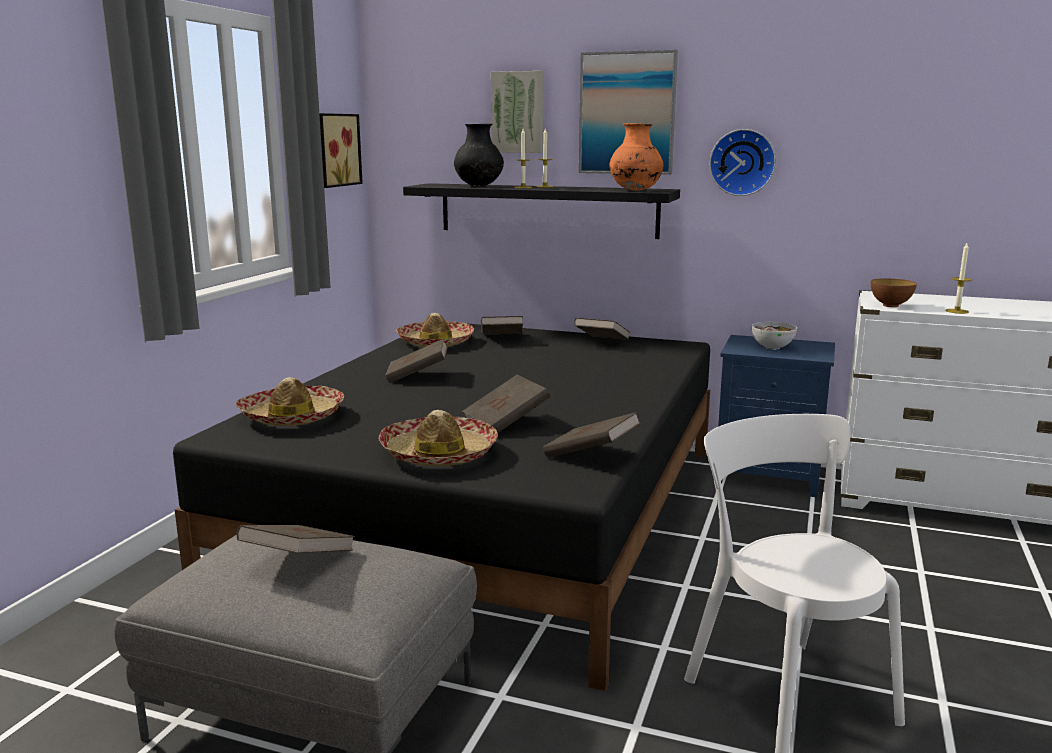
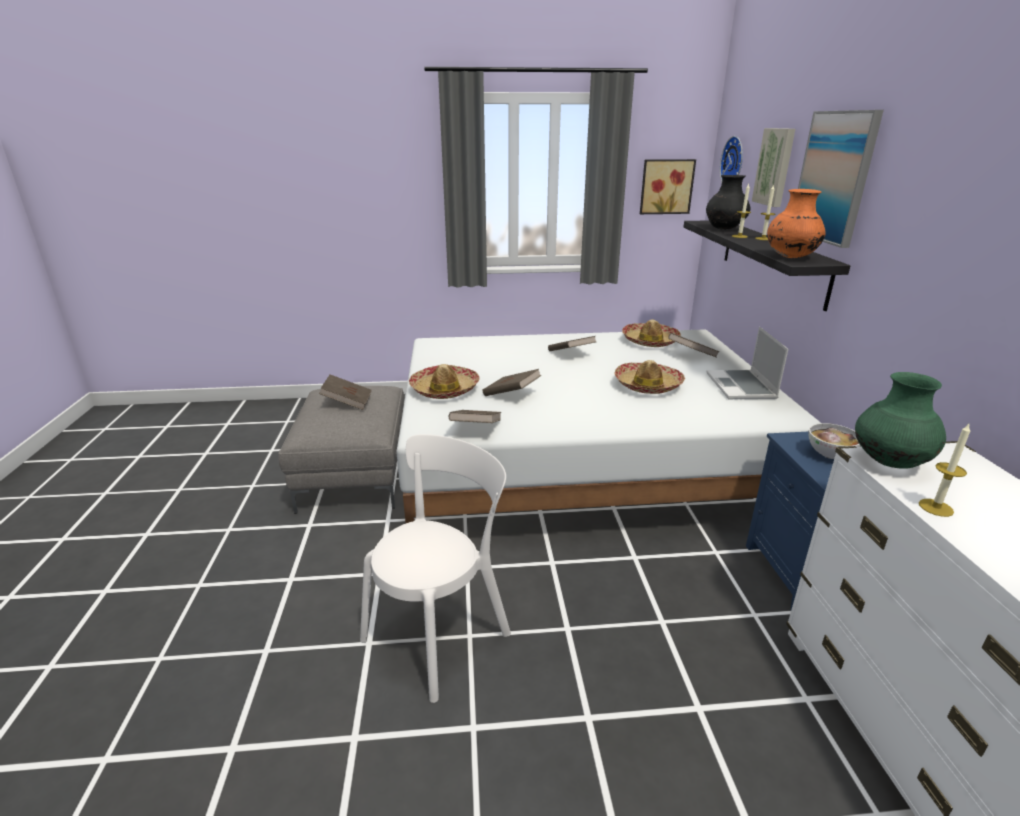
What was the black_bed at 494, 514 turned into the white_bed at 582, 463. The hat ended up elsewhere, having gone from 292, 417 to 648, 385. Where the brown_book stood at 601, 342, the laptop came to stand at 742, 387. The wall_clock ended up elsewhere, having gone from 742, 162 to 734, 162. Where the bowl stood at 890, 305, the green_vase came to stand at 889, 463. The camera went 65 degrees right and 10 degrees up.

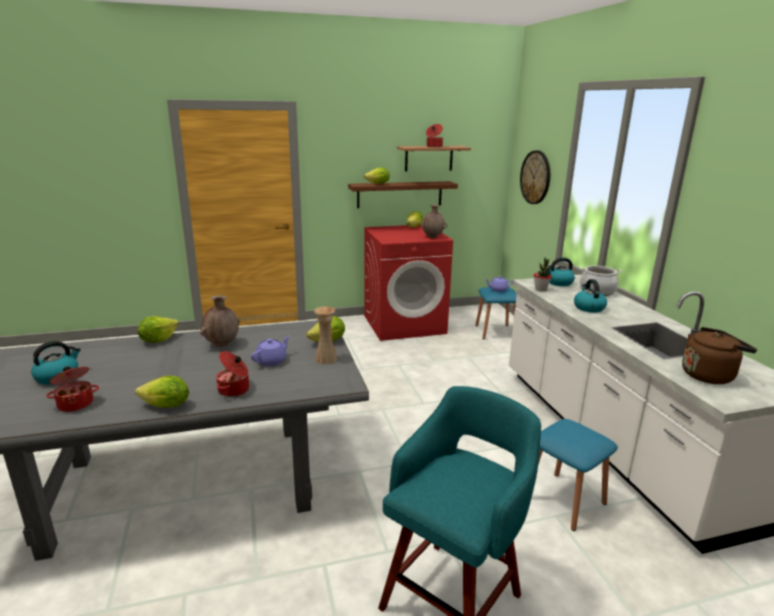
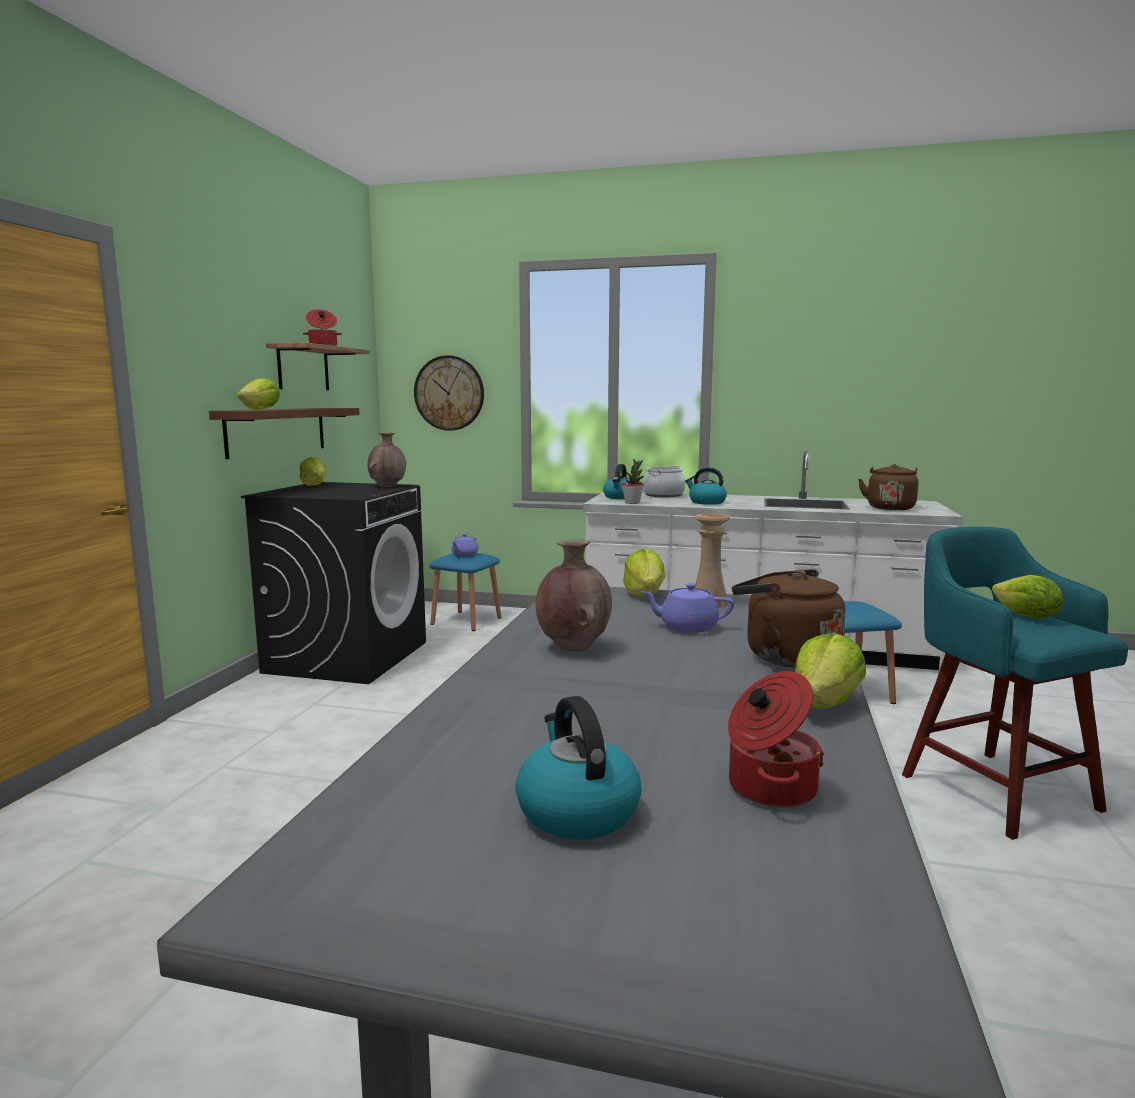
The lettuce ended up elsewhere, having gone from 158, 340 to 1026, 617. Where the cooking_pot stood at 234, 390, the brown_kettle came to stand at 785, 656. The purple_teapot at 271, 361 ended up facing another way, 60 degrees counterclockwise from before. What was the red_washing_machine at 404, 324 turned into the black_washing_machine at 347, 657. The camera went 60 degrees left and 10 degrees down.

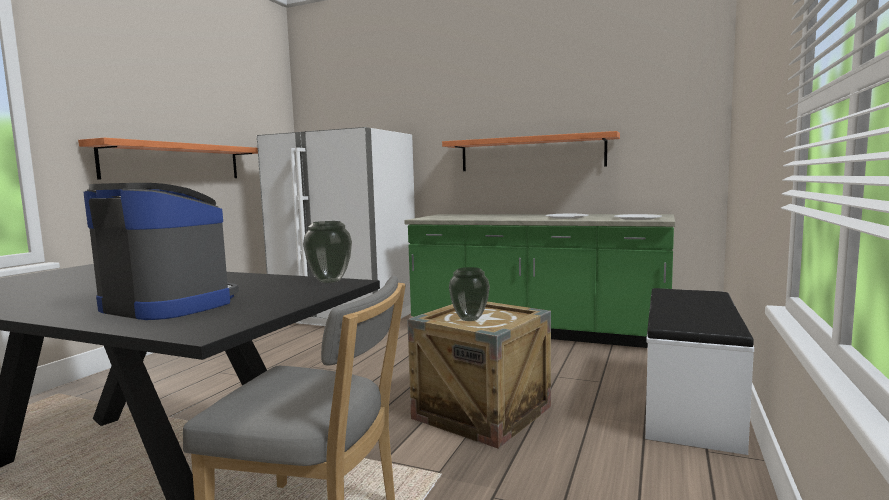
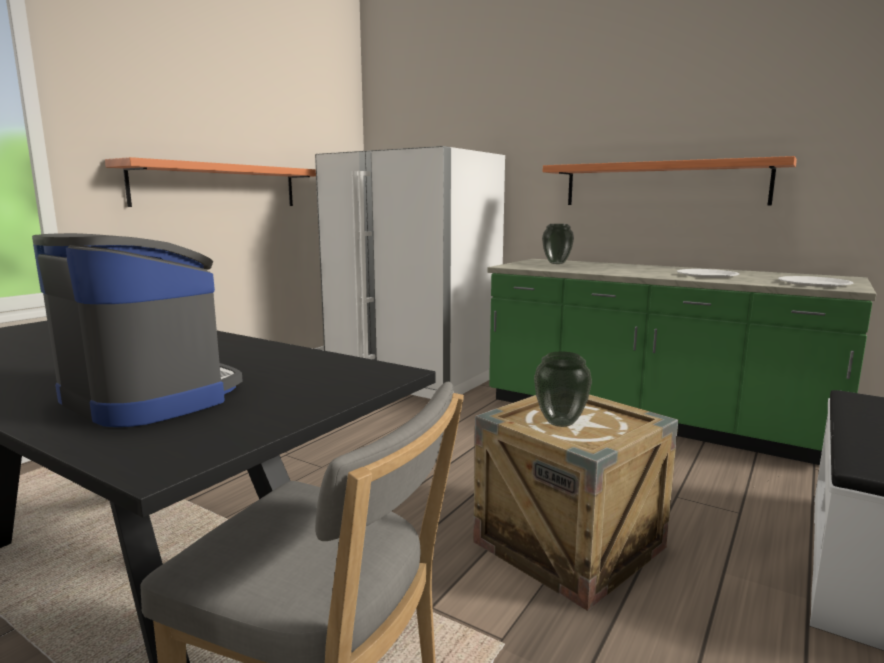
The vase ended up elsewhere, having gone from 330, 281 to 557, 263. The camera went 10 degrees right and 5 degrees up.

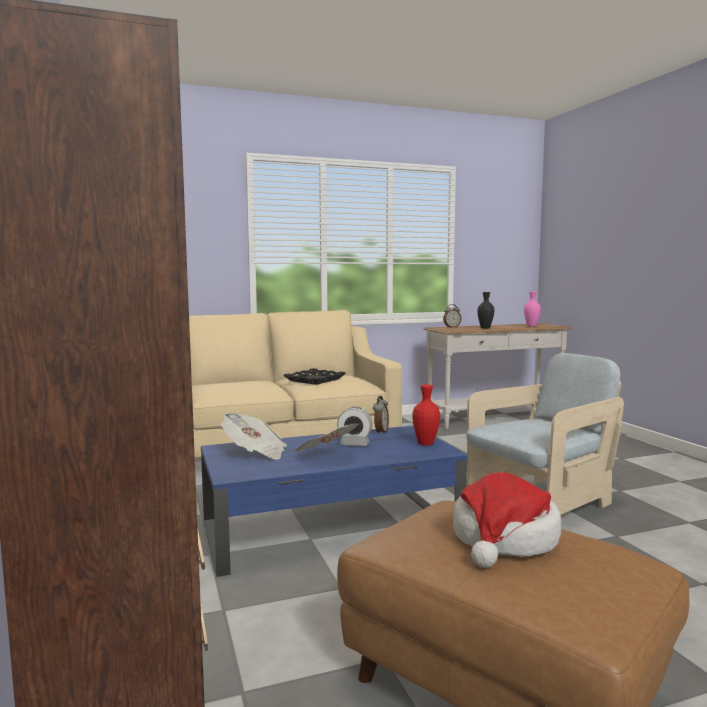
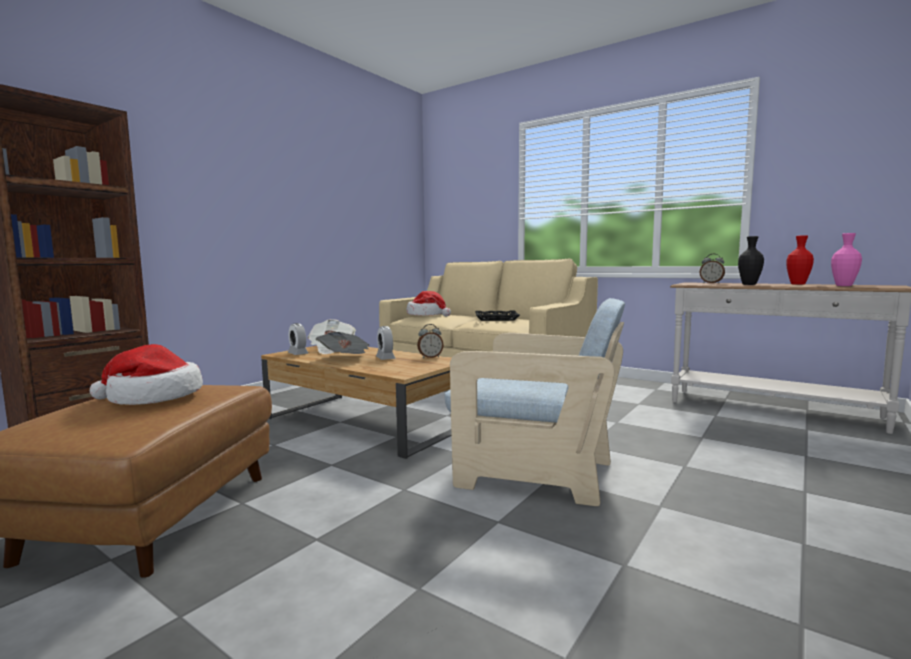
What was the blue_coffee_table at 332, 527 turned into the brown_coffee_table at 365, 422. The red_vase ended up elsewhere, having gone from 425, 443 to 797, 284. The second view gained the alarm_clock at 298, 353. The second view gained the hat at 427, 315. The camera went 55 degrees right and 0 degrees up.

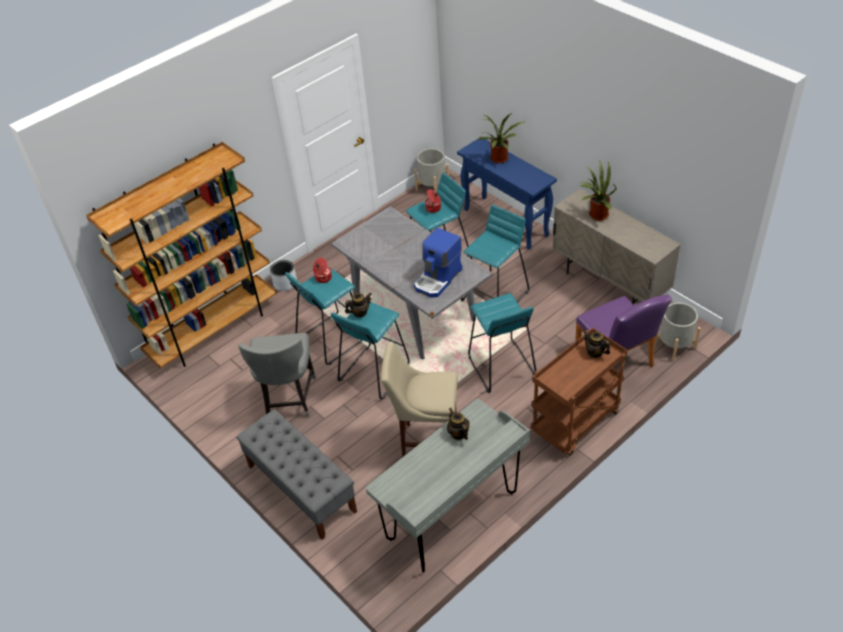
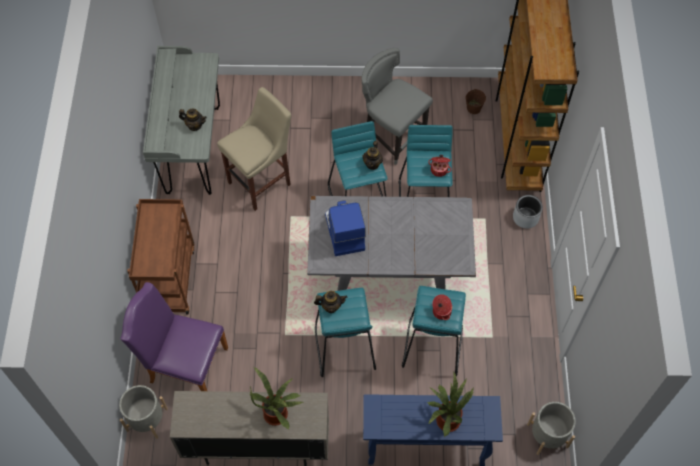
The second view lost the grey_bench at 301, 488. The second view lost the turquoise_stool at 501, 367. The teapot ended up elsewhere, having gone from 595, 352 to 331, 306. The second view gained the brown_bucket at 474, 108. The camera went 130 degrees right and 15 degrees up.

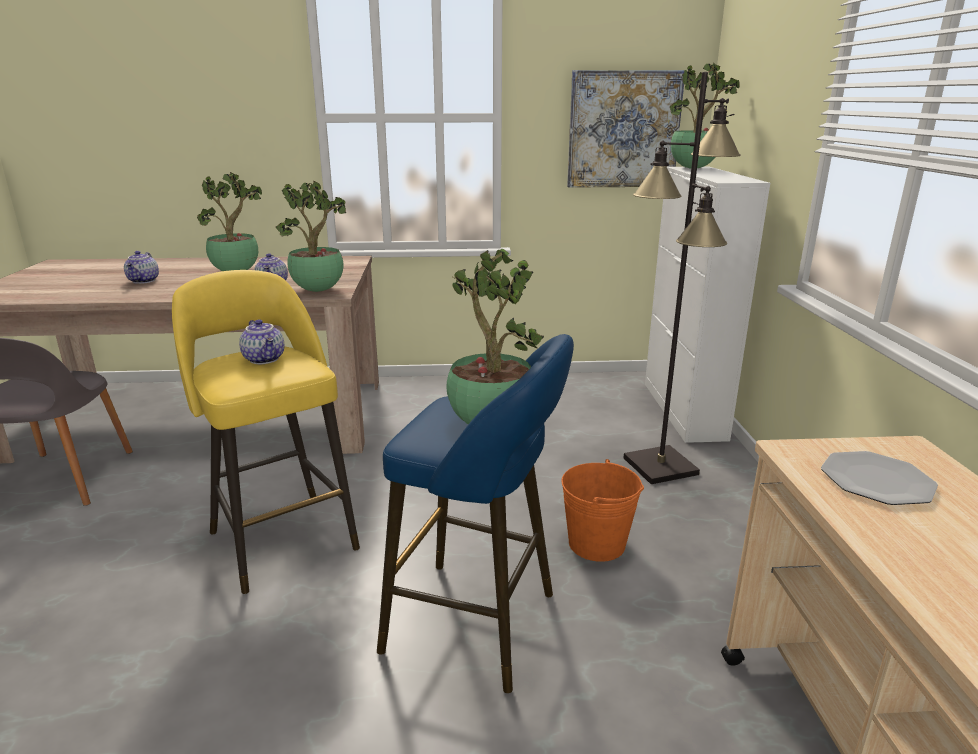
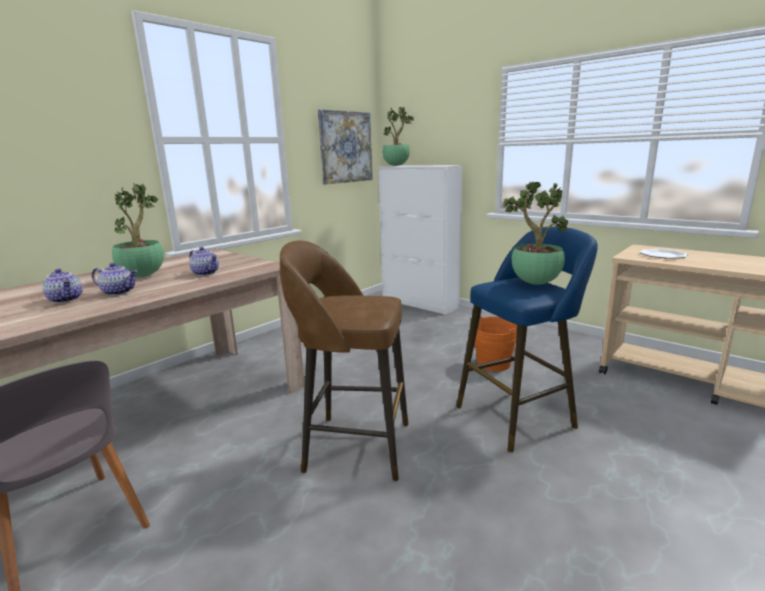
What was the yellow_stool at 282, 538 turned into the brown_stool at 354, 446. The teapot ended up elsewhere, having gone from 265, 359 to 119, 292. The second view lost the potted_plant at 319, 290. The second view lost the black_floor_lamp at 661, 466. The camera went 45 degrees left and 5 degrees down.

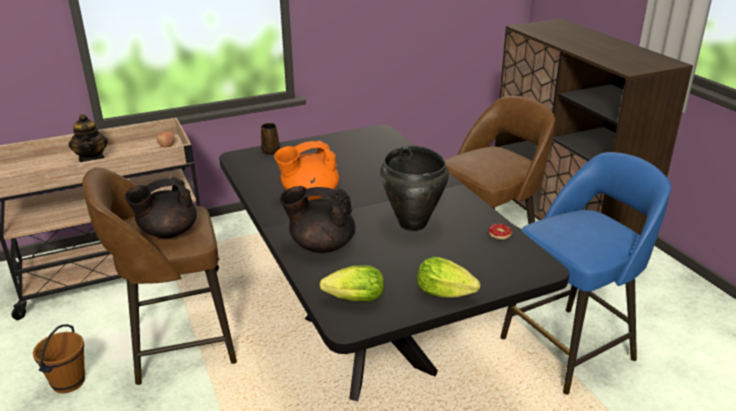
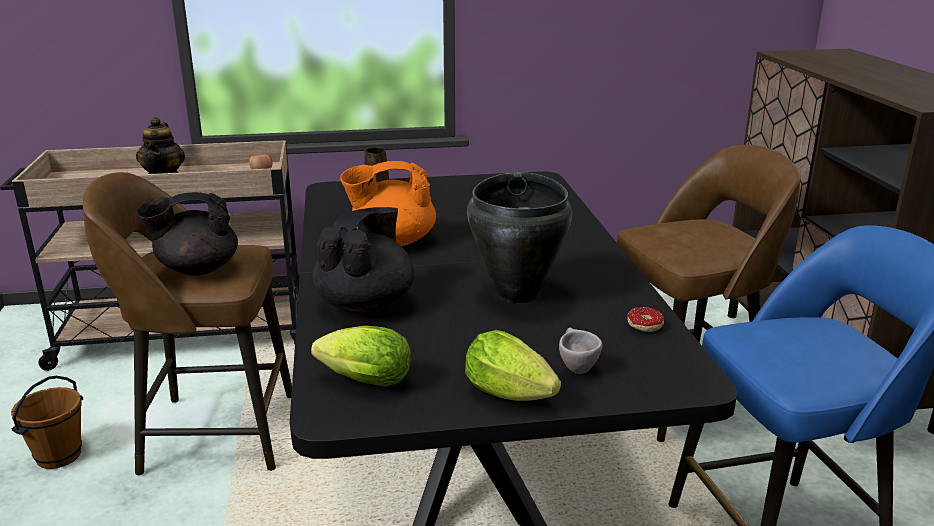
The black_teapot at 321, 245 ended up facing another way, 90 degrees clockwise from before. The second view gained the beige_cup at 575, 367. The camera went 15 degrees right and 5 degrees down.

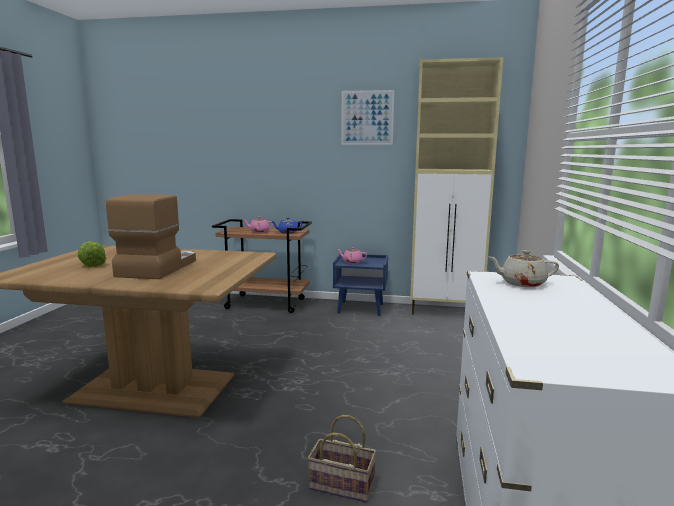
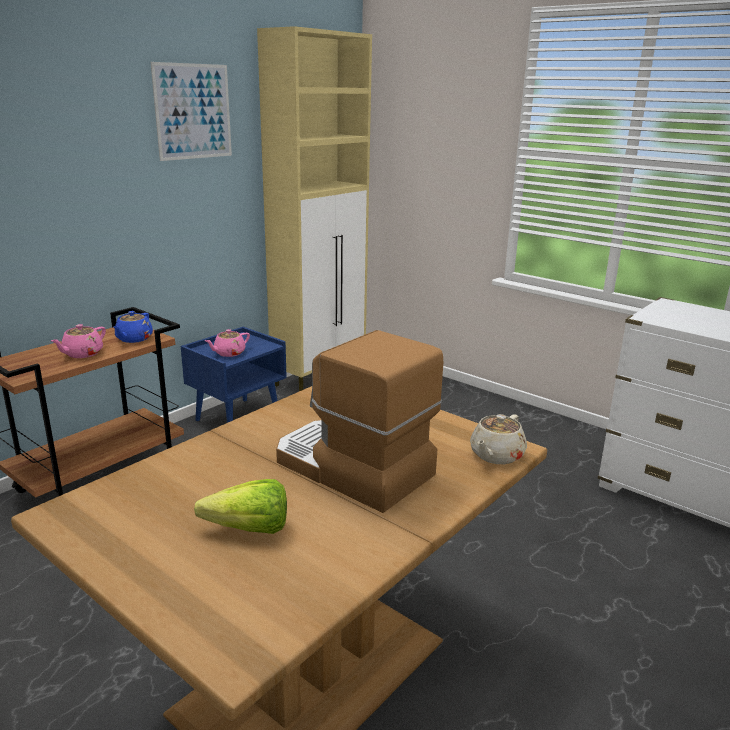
The second view lost the basket at 340, 485. The beige_teapot ended up elsewhere, having gone from 521, 283 to 496, 455. The camera went 60 degrees left and 10 degrees up.

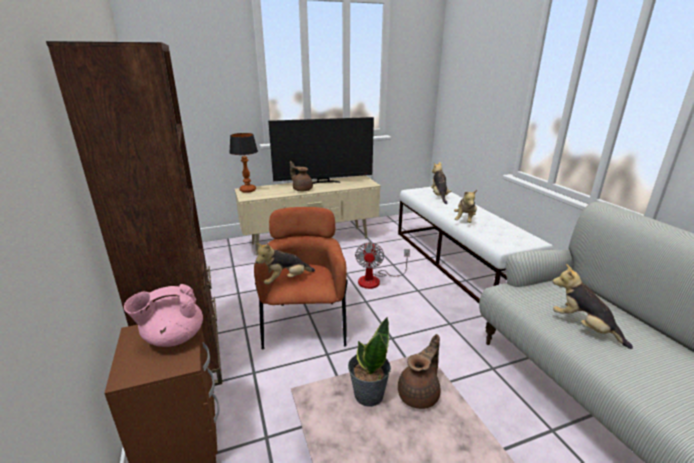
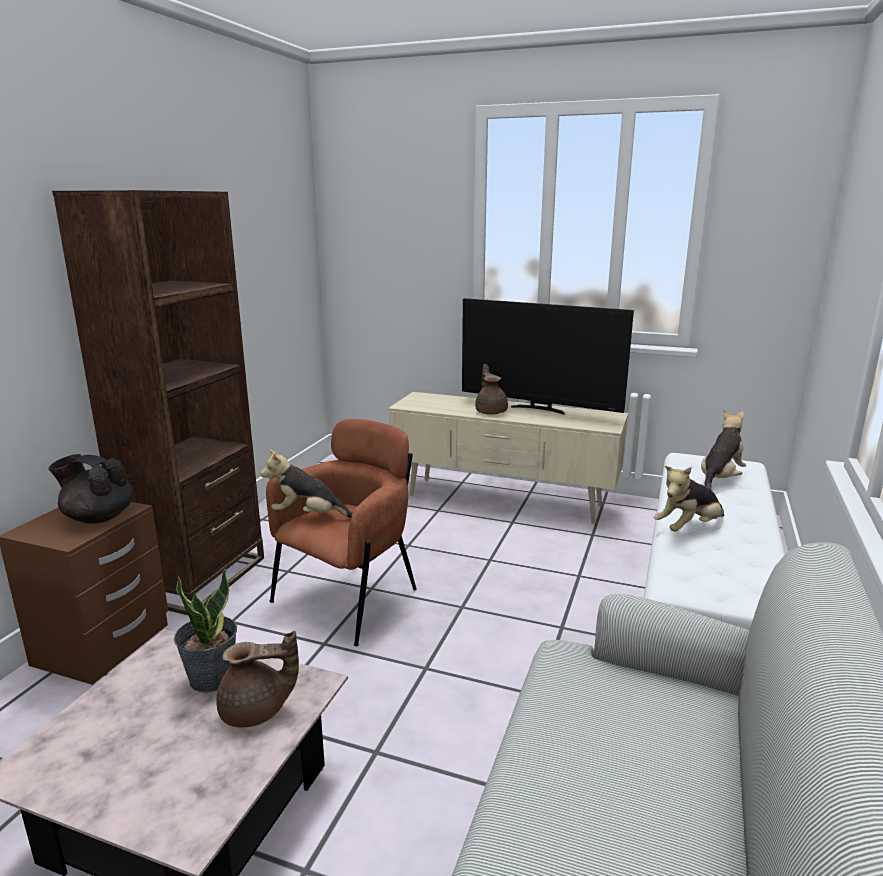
What was the pink_teapot at 173, 338 turned into the black_teapot at 98, 517. The second view lost the table_lamp at 247, 190. The second view lost the fan at 375, 280. The second view lost the plush_toy at 583, 327. The camera went 40 degrees right and 5 degrees down.

